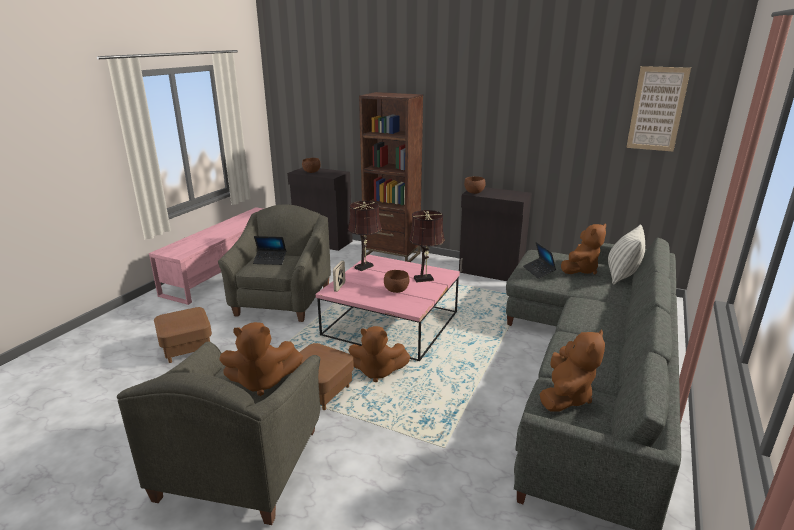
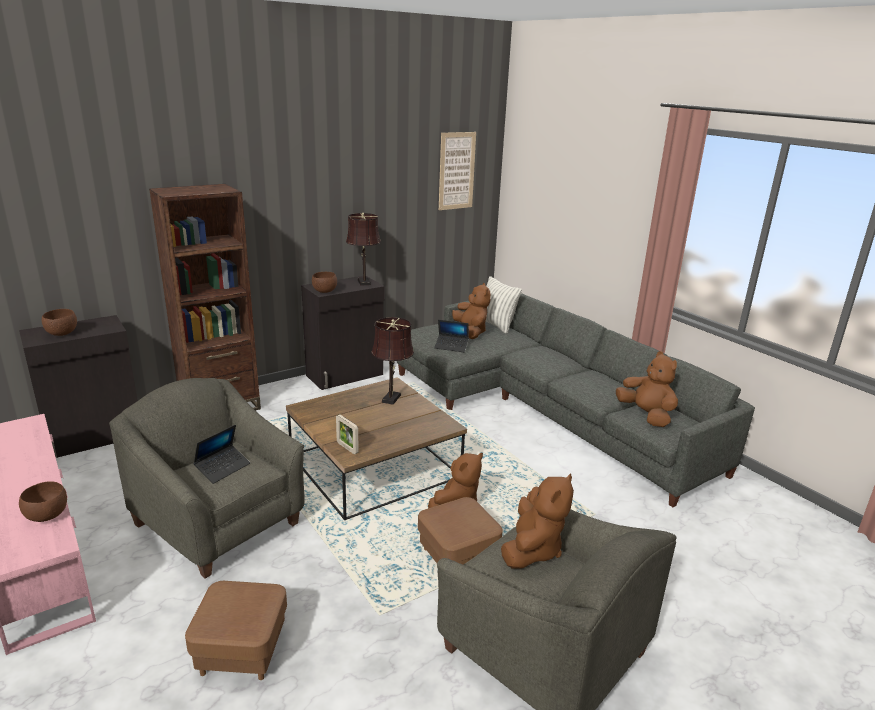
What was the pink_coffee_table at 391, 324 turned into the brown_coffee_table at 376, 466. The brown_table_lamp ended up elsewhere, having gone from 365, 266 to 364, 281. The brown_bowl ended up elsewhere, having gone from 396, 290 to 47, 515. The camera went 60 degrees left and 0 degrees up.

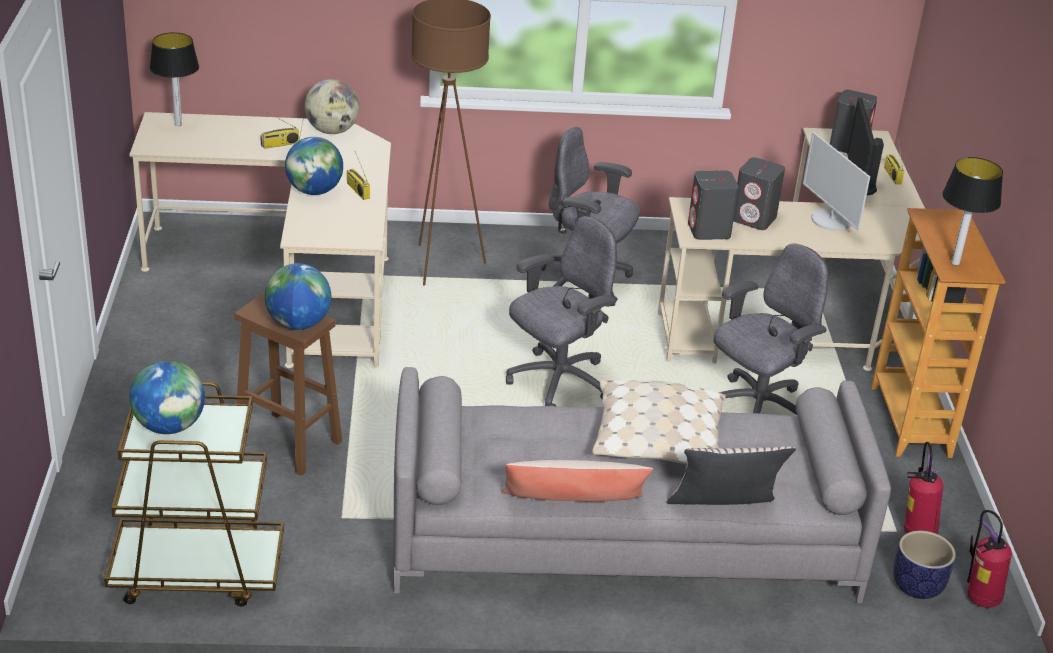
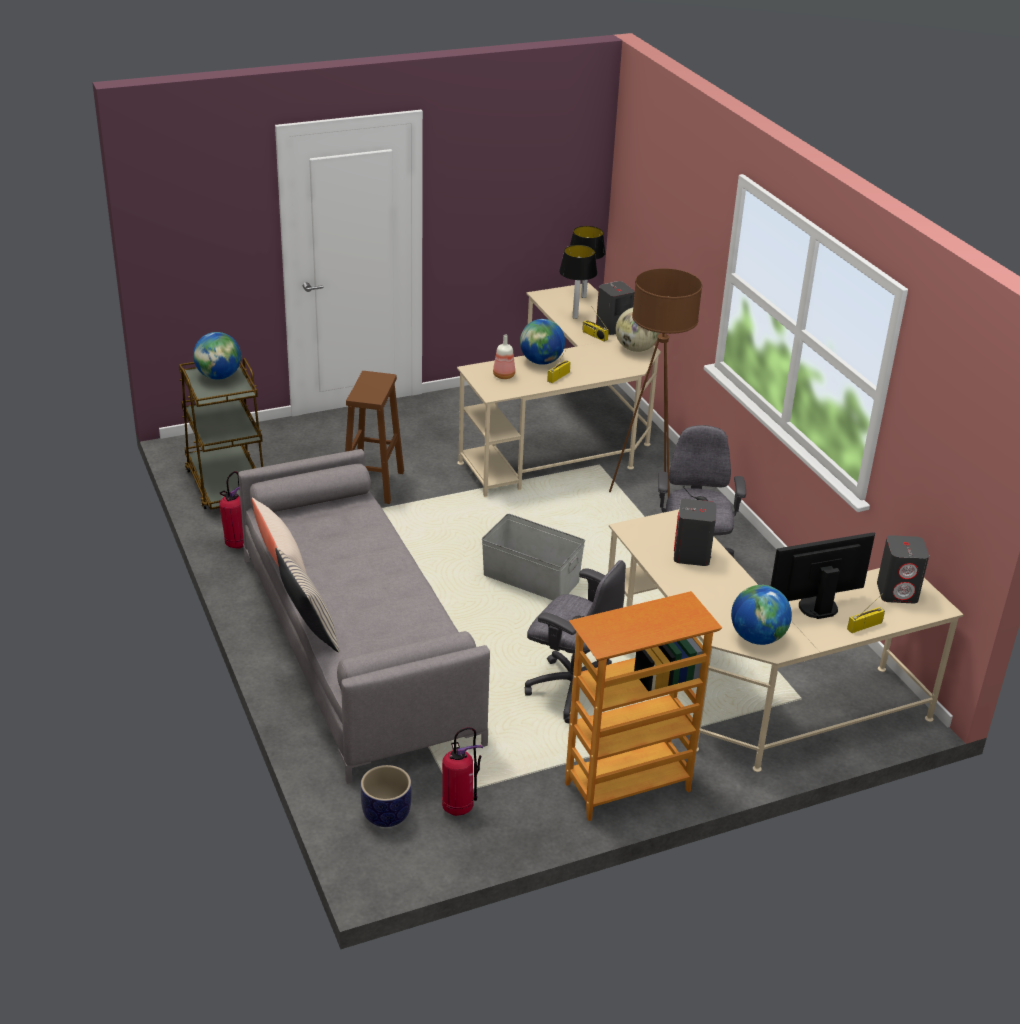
The globe ended up elsewhere, having gone from 298, 324 to 757, 638. Where the grey_office_chair stood at 557, 382, the grey_storage_box came to stand at 531, 579. The second view lost the beige_pillow at 658, 441. The grey_speaker ended up elsewhere, having gone from 709, 231 to 613, 327. The second view lost the monitor at 831, 220. The table_lamp ended up elsewhere, having gone from 955, 263 to 574, 317. The fire_extinguisher ended up elsewhere, having gone from 979, 599 to 237, 543. The second view gained the bottle at 503, 375. The camera went 70 degrees right and 0 degrees up.

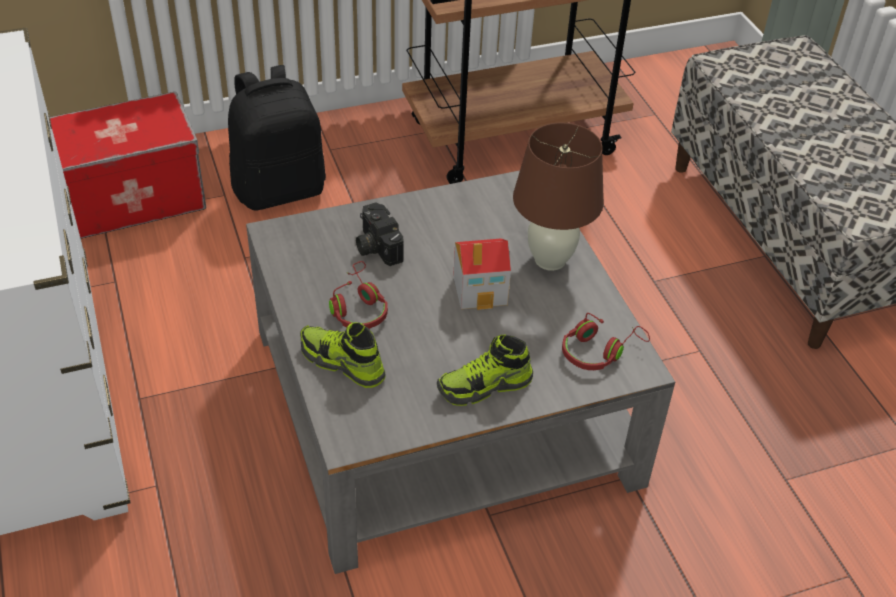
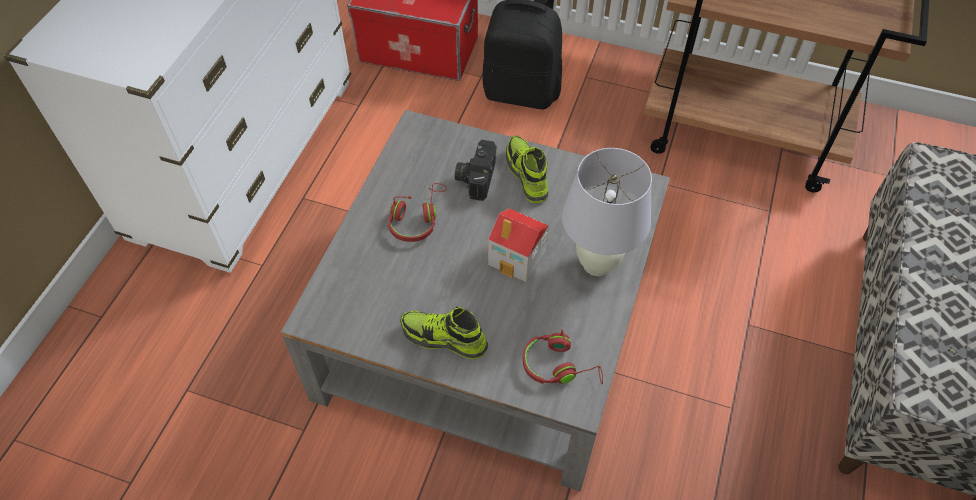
The shoe ended up elsewhere, having gone from 342, 363 to 526, 175. What was the brown_table_lamp at 550, 260 turned into the white_table_lamp at 597, 264. The camera went 40 degrees right and 10 degrees up.

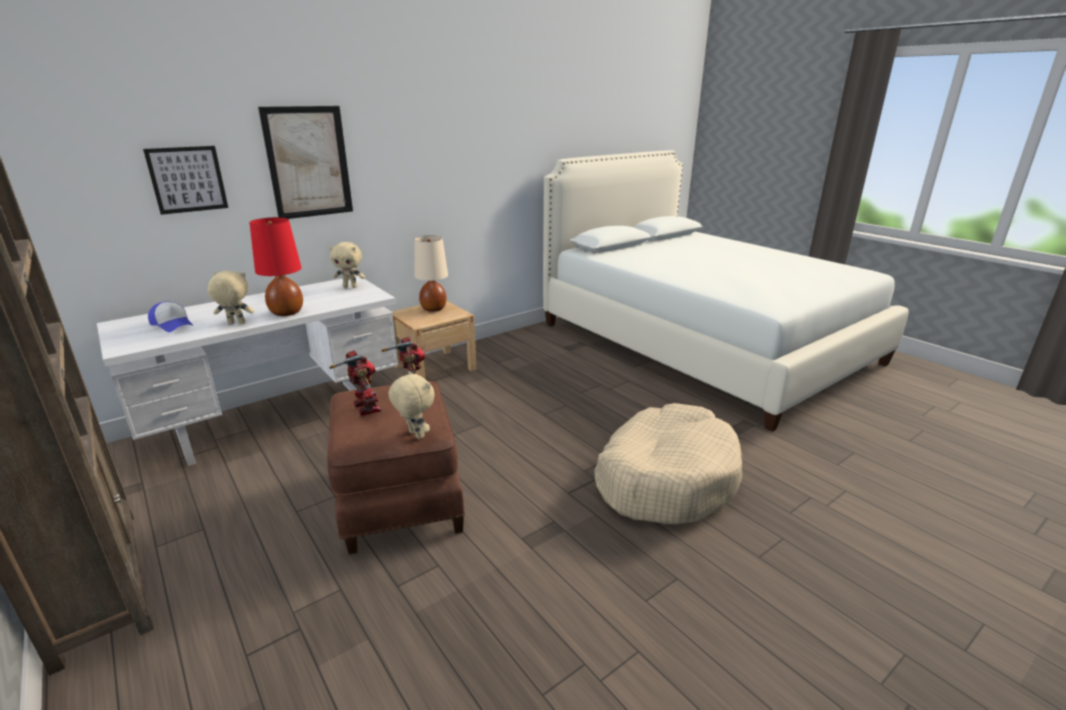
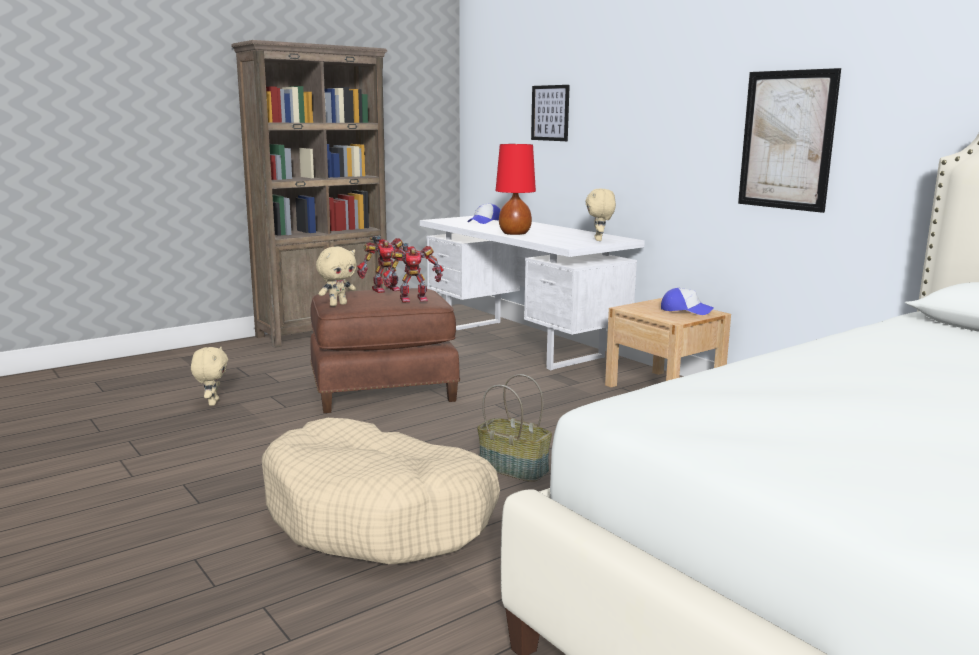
The beige_plush_toy ended up elsewhere, having gone from 236, 323 to 212, 403. The picture ended up elsewhere, having gone from 308, 162 to 787, 140. Where the beige_table_lamp stood at 433, 309, the cap came to stand at 686, 310. The second view gained the basket at 514, 468. The camera went 90 degrees right and 10 degrees down.

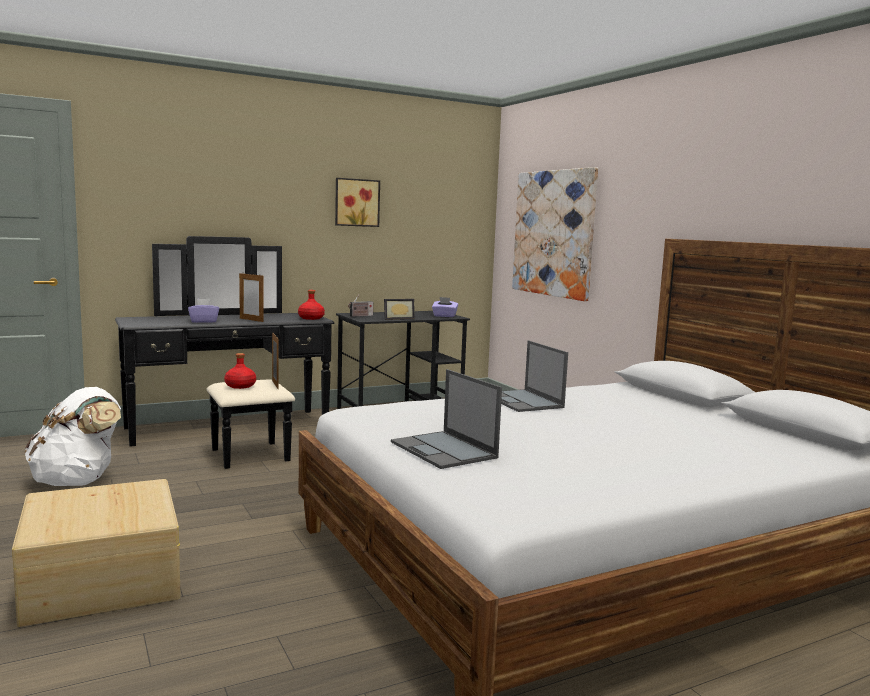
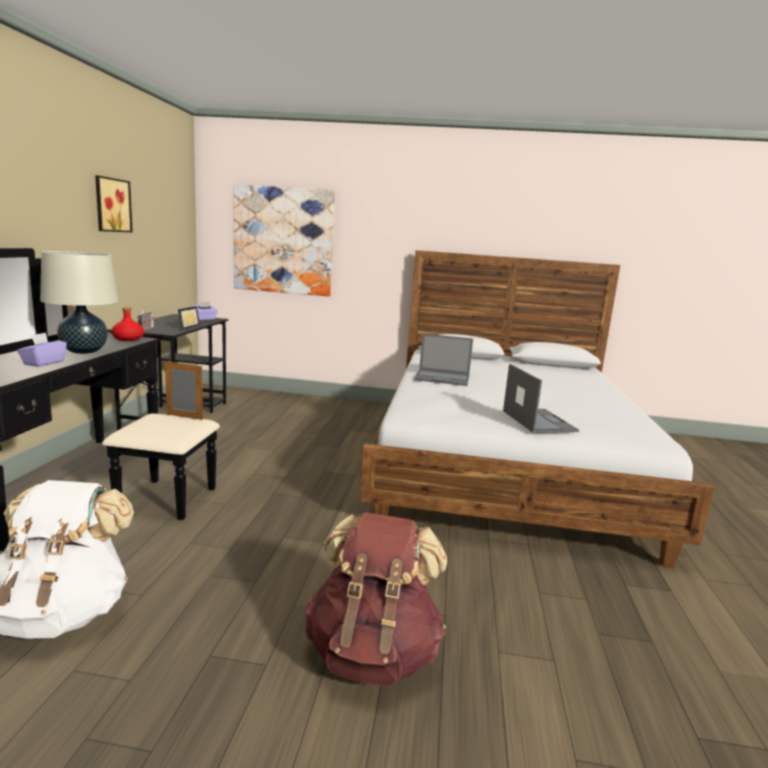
Where the beige_storage_box stood at 101, 579, the brown_backpack came to stand at 373, 652. The second view lost the red_bottle at 240, 386. Where the picture_frame stood at 251, 320, the beige_table_lamp came to stand at 84, 351. The laptop at 444, 450 ended up facing another way, 105 degrees counterclockwise from before. The camera went 55 degrees left and 5 degrees up.

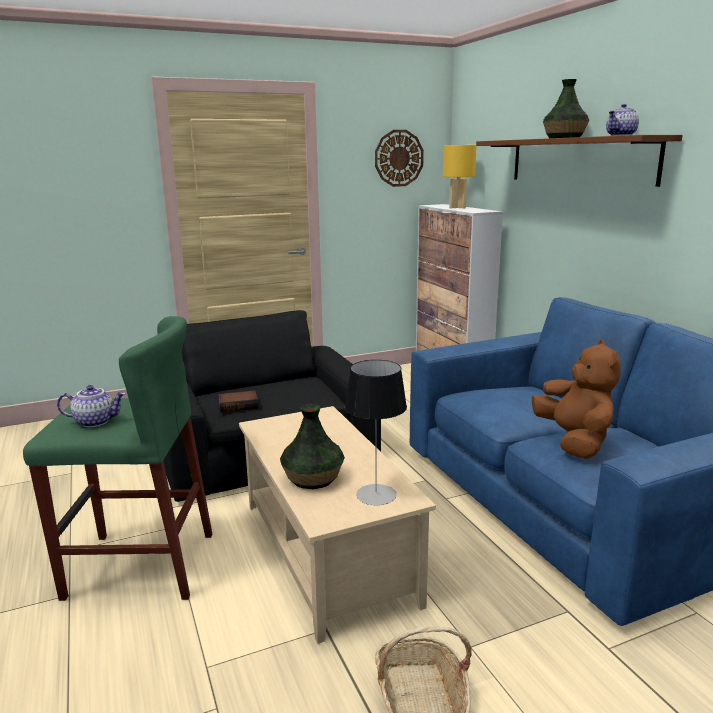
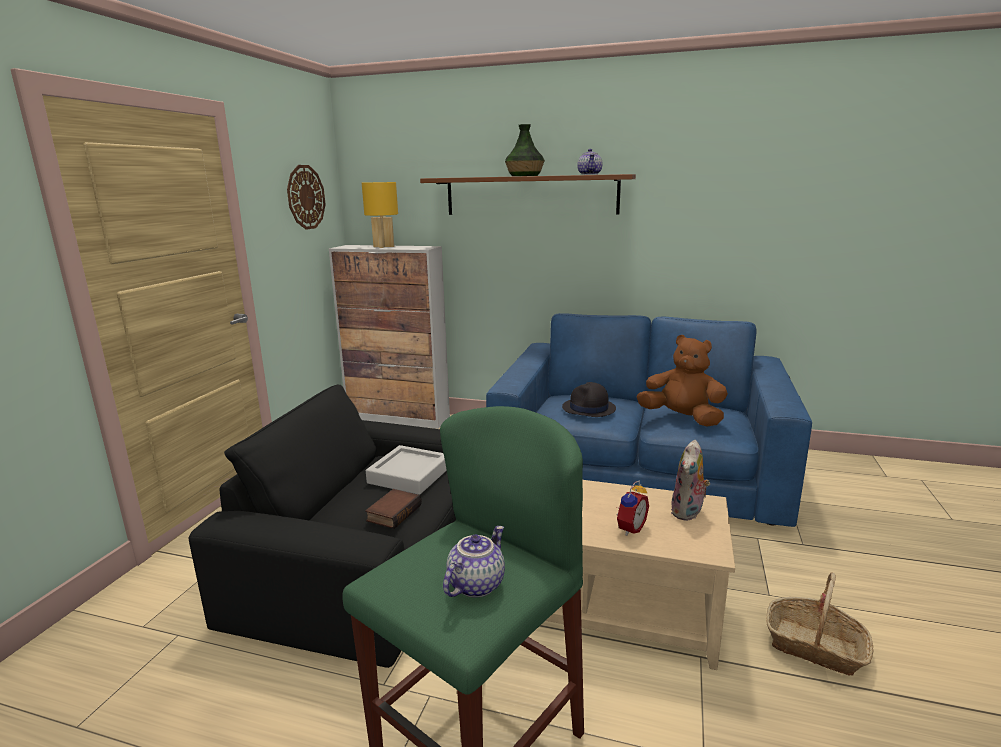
Where the vase stood at 313, 478, the alarm_clock came to stand at 629, 528. Where the table_lamp stood at 376, 495, the plush_toy came to stand at 688, 513. The second view gained the grey_tray at 409, 475. The second view gained the black_hat at 589, 409. The camera went 50 degrees left and 0 degrees up.

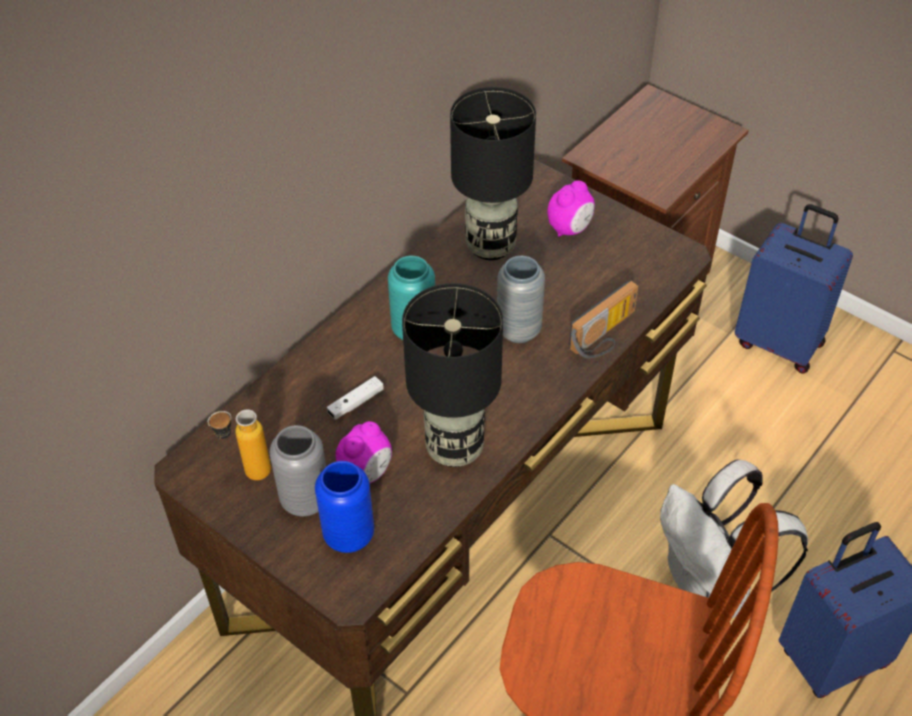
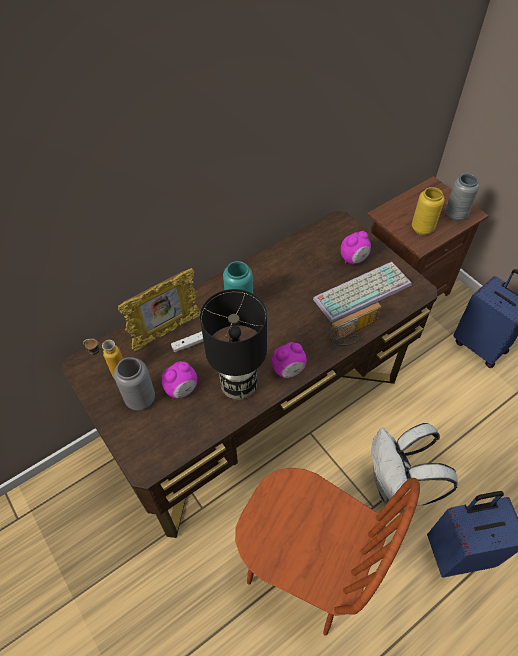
The second view lost the blue_vase at 349, 536. The second view lost the black_table_lamp at 491, 245. The grey_vase ended up elsewhere, having gone from 518, 330 to 455, 215. The second view gained the picture_frame at 167, 332. The second view gained the alarm_clock at 288, 370. The second view gained the keyboard at 362, 290. The second view gained the yellow_vase at 422, 229. The camera went 15 degrees right and 5 degrees up.

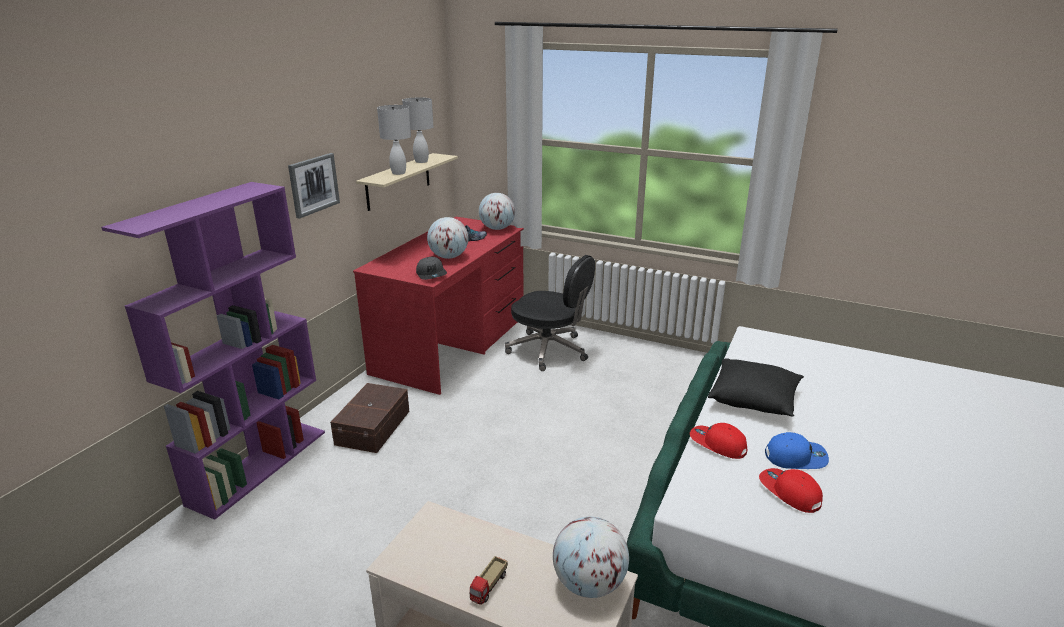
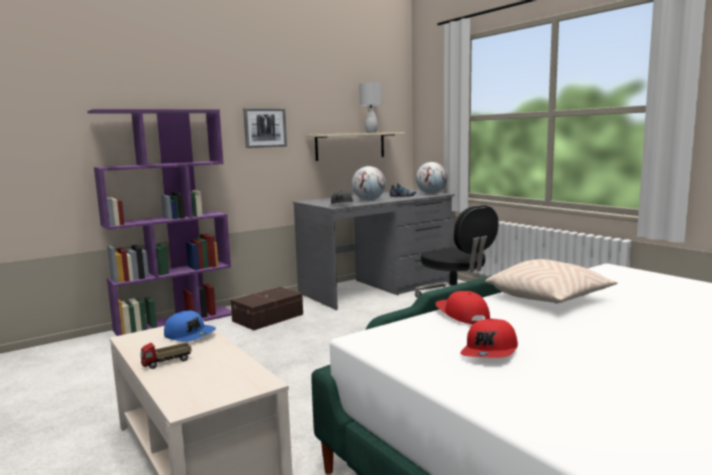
What was the red_desk at 452, 344 turned into the grey_desk at 378, 287. The second view lost the white_table_lamp at 398, 173. The second view lost the globe at 589, 584. What was the black_pillow at 754, 399 turned into the beige_pillow at 549, 299. The red_cap at 789, 493 ended up facing another way, 150 degrees counterclockwise from before. The blue_cap ended up elsewhere, having gone from 795, 457 to 190, 335. The camera went 30 degrees right and 15 degrees down.

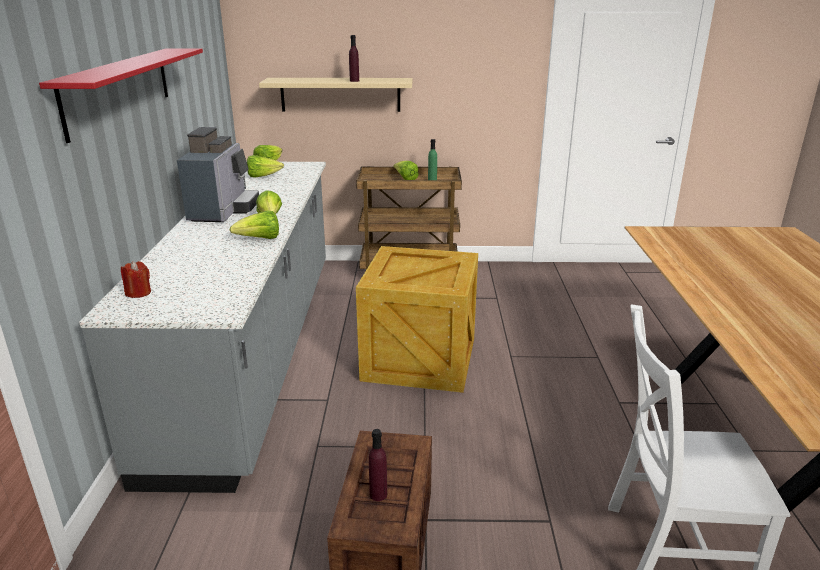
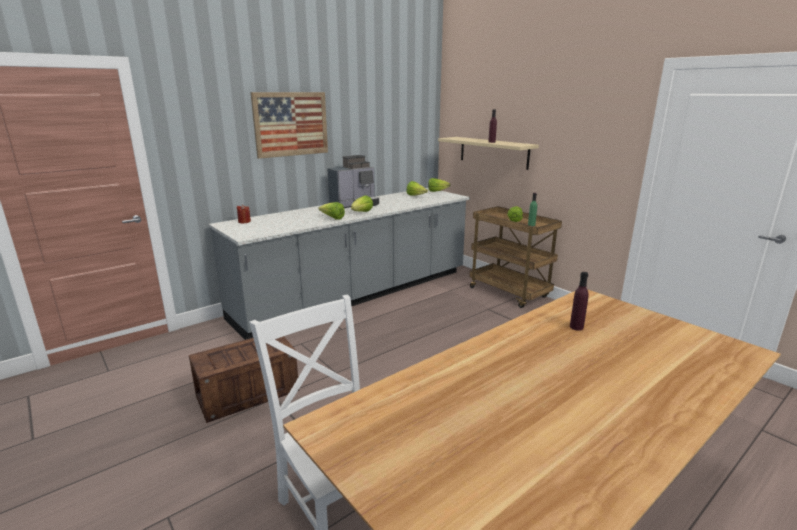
Where the red_shelf hung at 119, 89, the picture came to hang at 291, 124. The second view lost the crate at 418, 359. The purple_bottle ended up elsewhere, having gone from 378, 494 to 576, 327. The camera went 50 degrees right and 5 degrees down.

